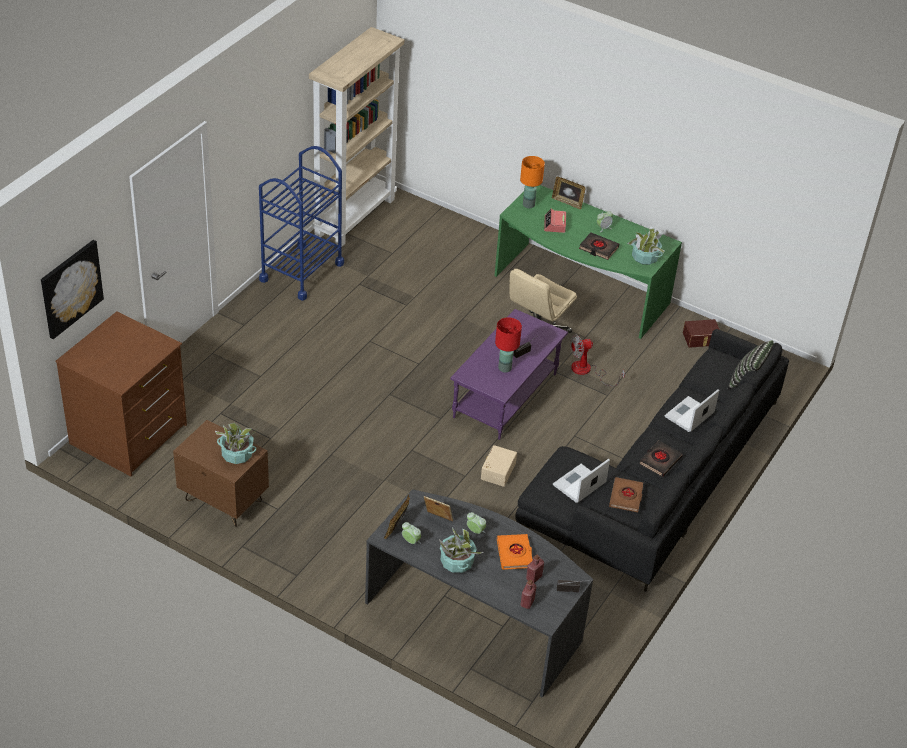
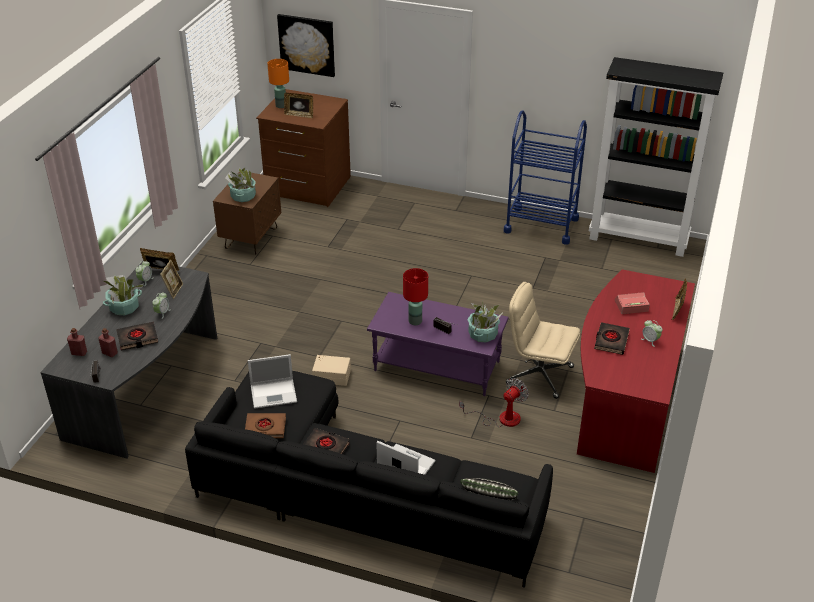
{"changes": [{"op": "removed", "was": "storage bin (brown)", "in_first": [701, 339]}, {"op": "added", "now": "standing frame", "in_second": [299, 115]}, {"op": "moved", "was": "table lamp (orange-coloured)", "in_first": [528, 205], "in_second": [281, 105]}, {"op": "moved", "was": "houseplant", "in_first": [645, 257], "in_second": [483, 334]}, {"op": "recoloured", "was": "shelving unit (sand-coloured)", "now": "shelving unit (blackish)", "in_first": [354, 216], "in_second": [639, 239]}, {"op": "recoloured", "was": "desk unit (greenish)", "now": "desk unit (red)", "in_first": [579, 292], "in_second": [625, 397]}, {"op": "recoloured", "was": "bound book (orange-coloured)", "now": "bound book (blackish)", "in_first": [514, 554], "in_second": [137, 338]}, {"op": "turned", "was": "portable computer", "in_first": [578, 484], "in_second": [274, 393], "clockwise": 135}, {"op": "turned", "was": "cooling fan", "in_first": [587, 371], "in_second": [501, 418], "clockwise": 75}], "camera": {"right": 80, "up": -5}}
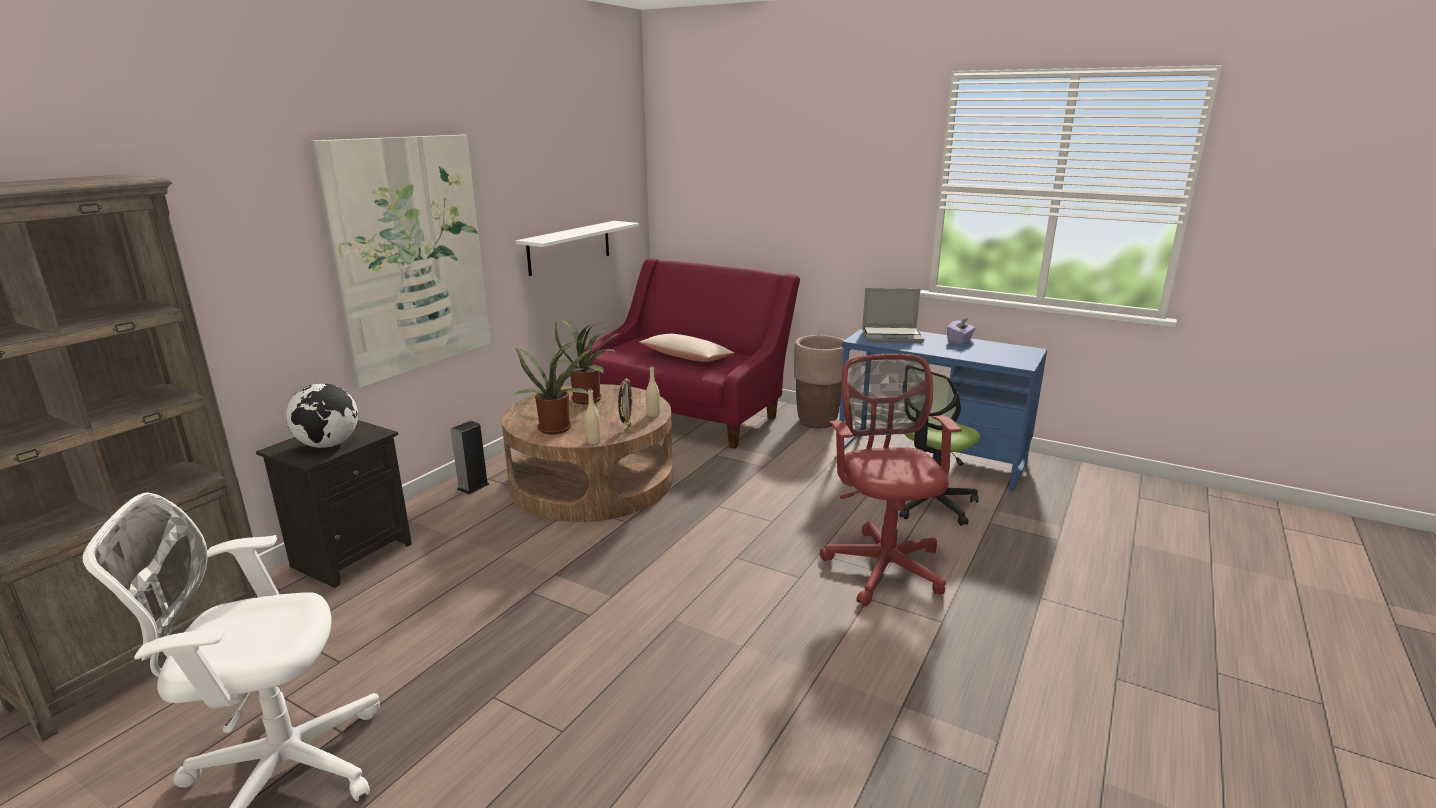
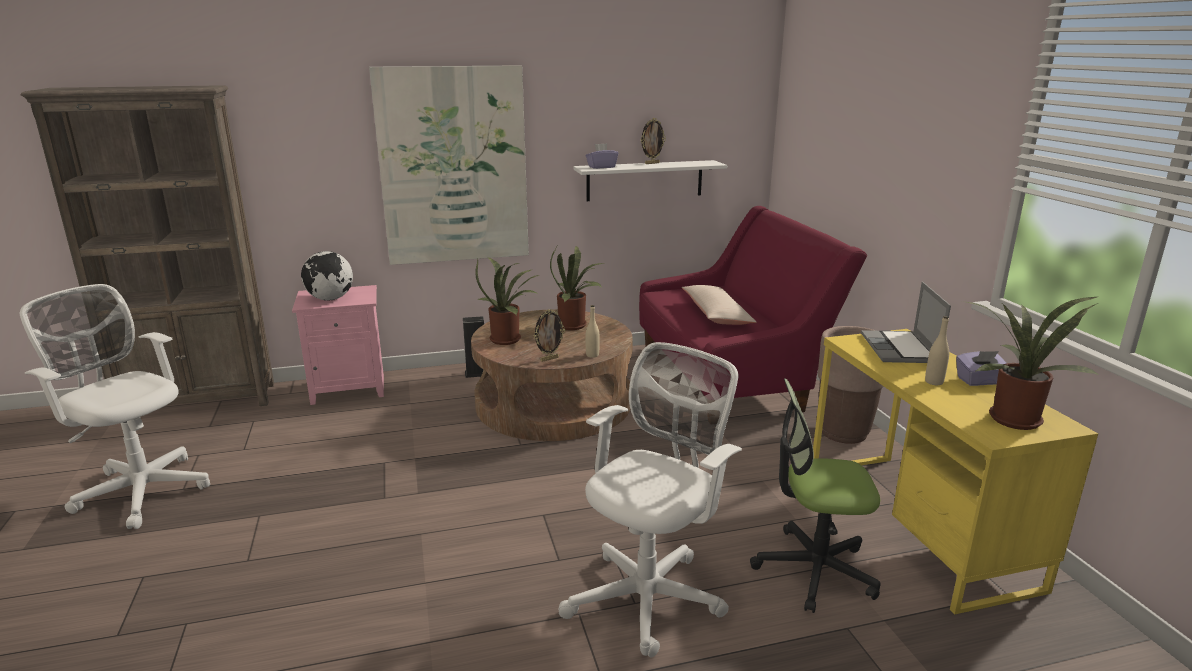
{"changes": [{"op": "added", "now": "tissue holder (purplish)", "in_second": [601, 167]}, {"op": "added", "now": "standing frame", "in_second": [652, 163]}, {"op": "added", "now": "houseplant", "in_second": [1014, 417]}, {"op": "moved", "was": "drink bottle (sand-coloured)", "in_first": [593, 441], "in_second": [934, 382]}, {"op": "recoloured", "was": "night table (blackish)", "now": "night table (pinkish)", "in_first": [352, 554], "in_second": [349, 388]}, {"op": "recoloured", "was": "desk chair (red)", "now": "desk chair (white-coloured)", "in_first": [883, 564], "in_second": [650, 595]}, {"op": "recoloured", "was": "desk unit (blue-coloured)", "now": "desk unit (yellowish)", "in_first": [931, 456], "in_second": [915, 524]}, {"op": "turned", "was": "portable computer", "in_first": [892, 336], "in_second": [901, 349], "clockwise": 45}], "camera": {"right": 45, "up": 0}}
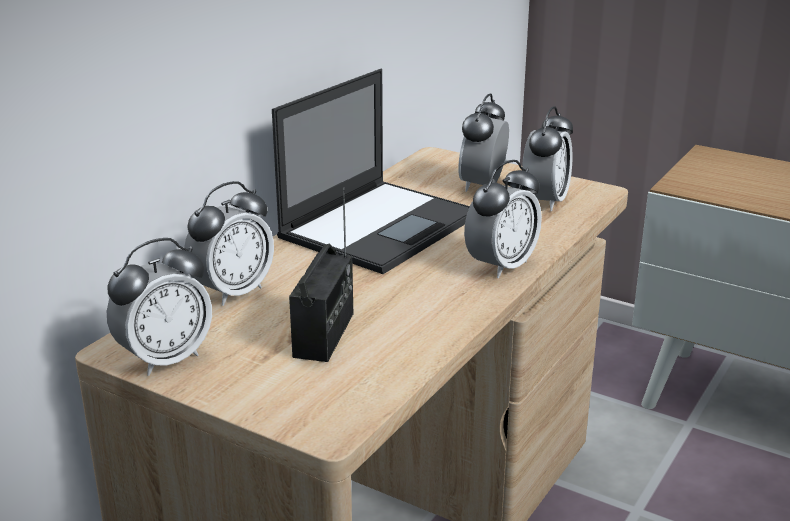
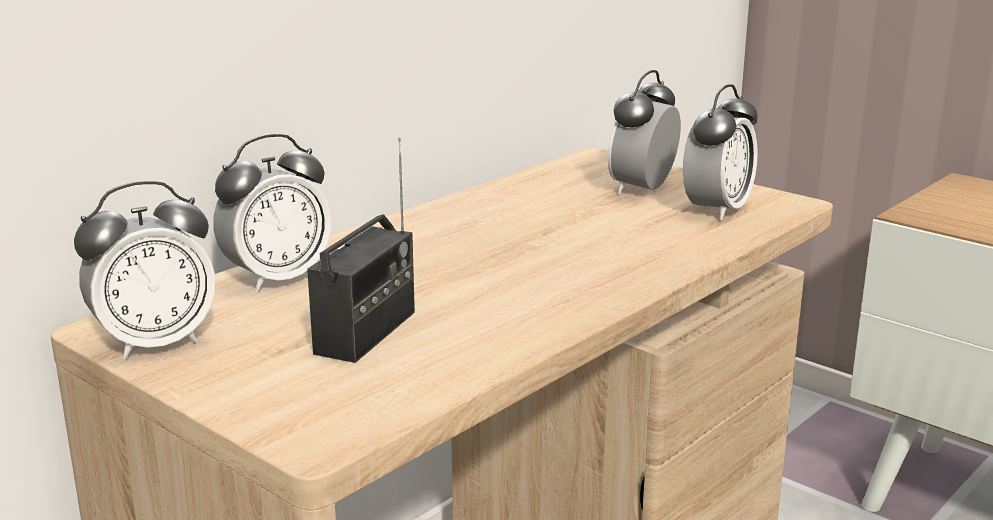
{"changes": [{"op": "removed", "was": "portable computer", "in_first": [381, 225]}, {"op": "removed", "was": "bedside clock", "in_first": [501, 266]}], "camera": {"right": 10, "up": -5}}
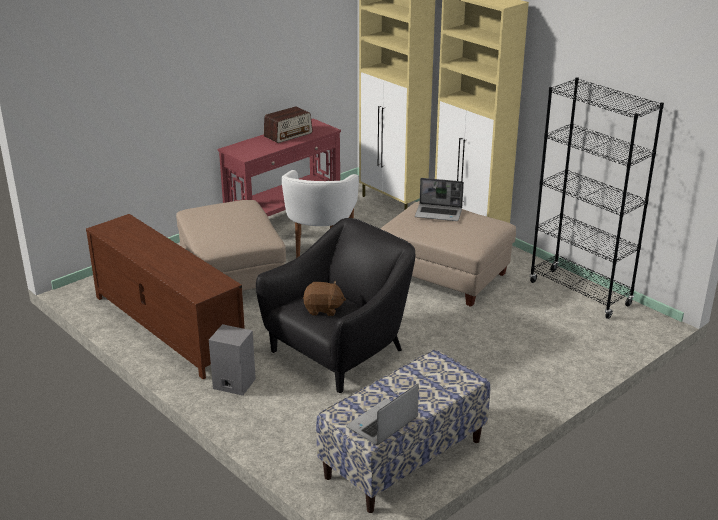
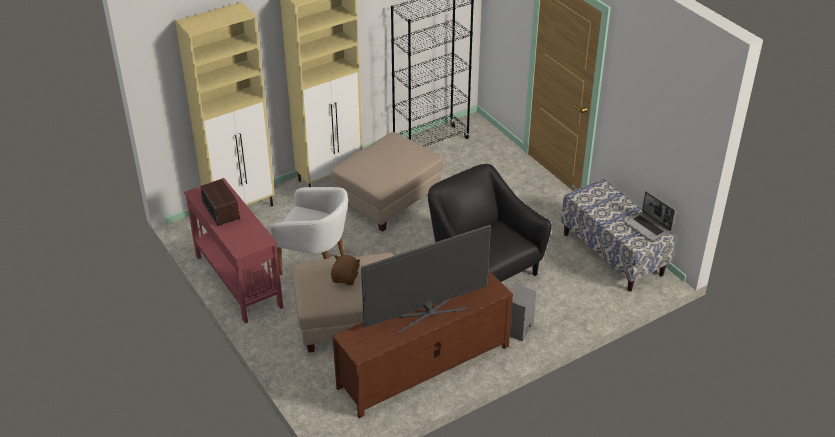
{"changes": [{"op": "removed", "was": "portable computer", "in_first": [439, 213]}, {"op": "added", "now": "television", "in_second": [427, 312]}, {"op": "moved", "was": "plush toy (brown)", "in_first": [323, 309], "in_second": [345, 278]}], "camera": {"right": -80, "up": 10}}
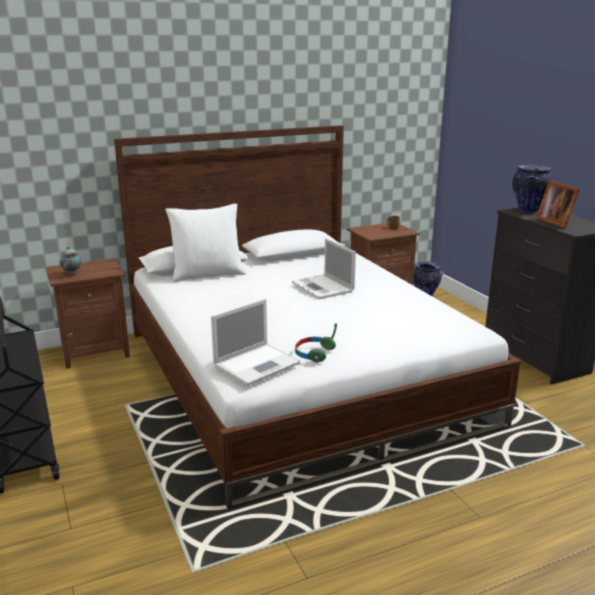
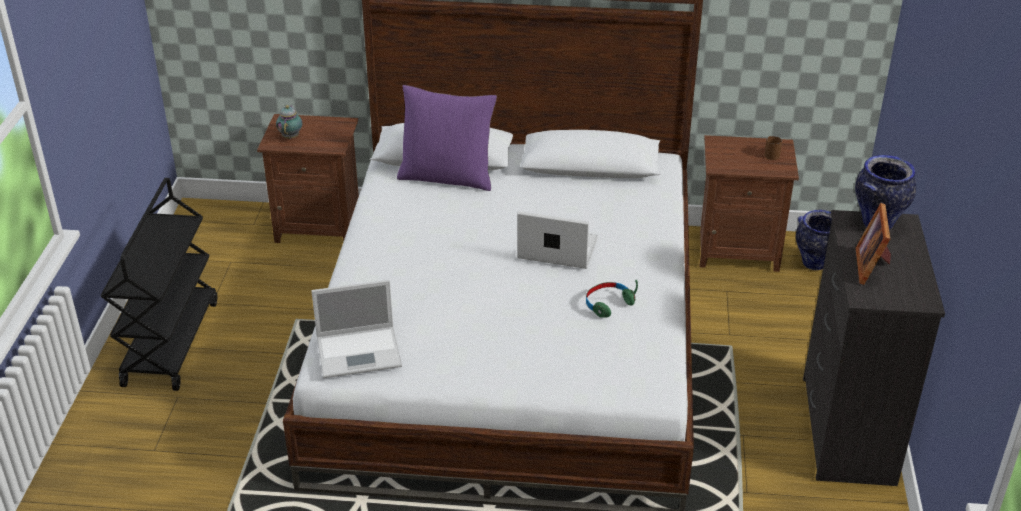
{"changes": [{"op": "moved", "was": "headset (greenish)", "in_first": [314, 353], "in_second": [608, 304]}, {"op": "recoloured", "was": "cushion (white-coloured)", "now": "cushion (purplish)", "in_first": [207, 274], "in_second": [447, 176]}, {"op": "turned", "was": "portable computer", "in_first": [323, 287], "in_second": [556, 249], "clockwise": 105}], "camera": {"right": 30, "up": 15}}
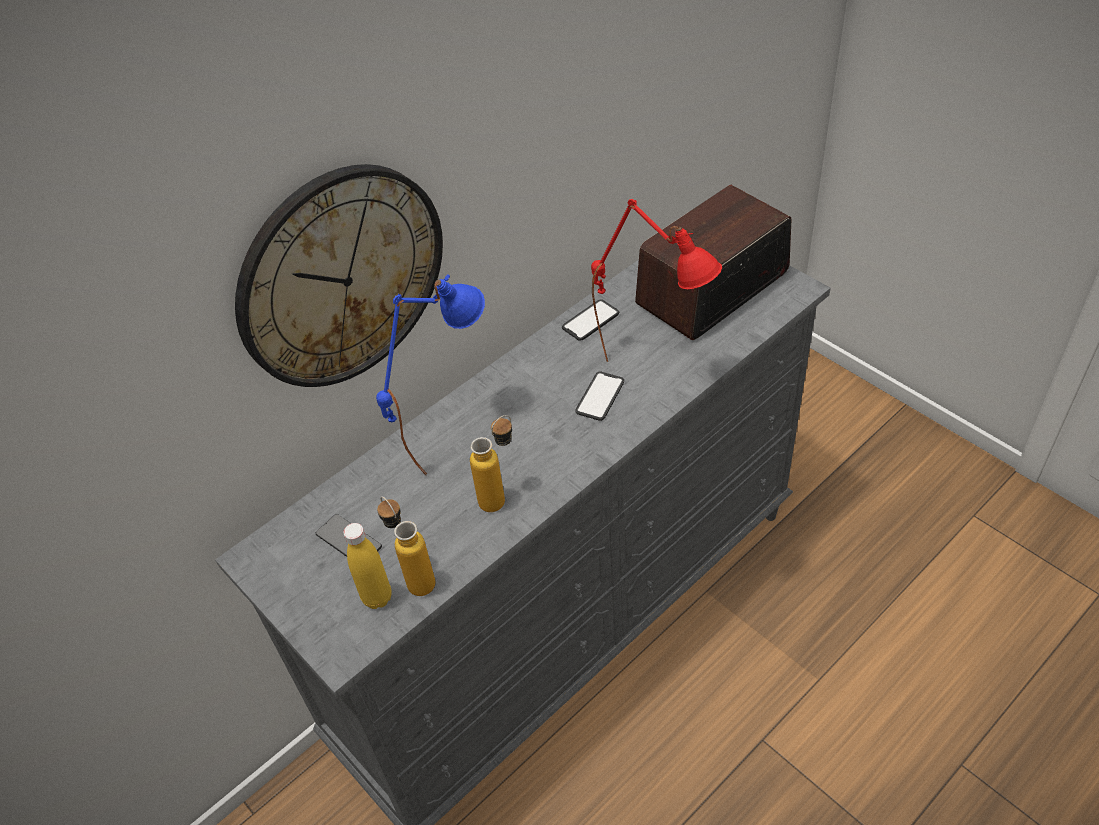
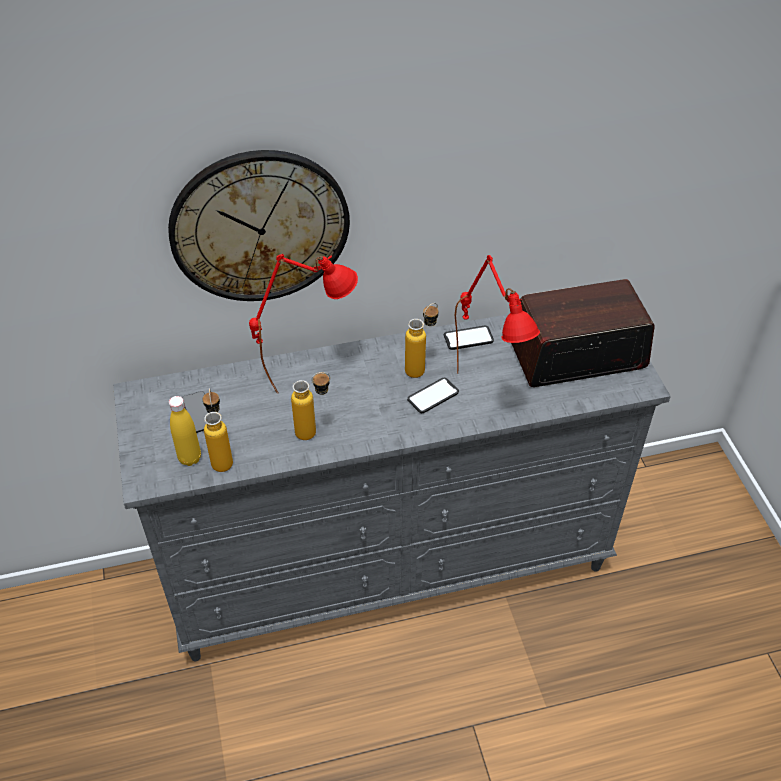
{"changes": [{"op": "added", "now": "drink bottle", "in_second": [421, 367]}, {"op": "recoloured", "was": "table lamp (blue-coloured)", "now": "table lamp (red)", "in_first": [448, 438], "in_second": [309, 375]}], "camera": {"right": 25, "up": 0}}
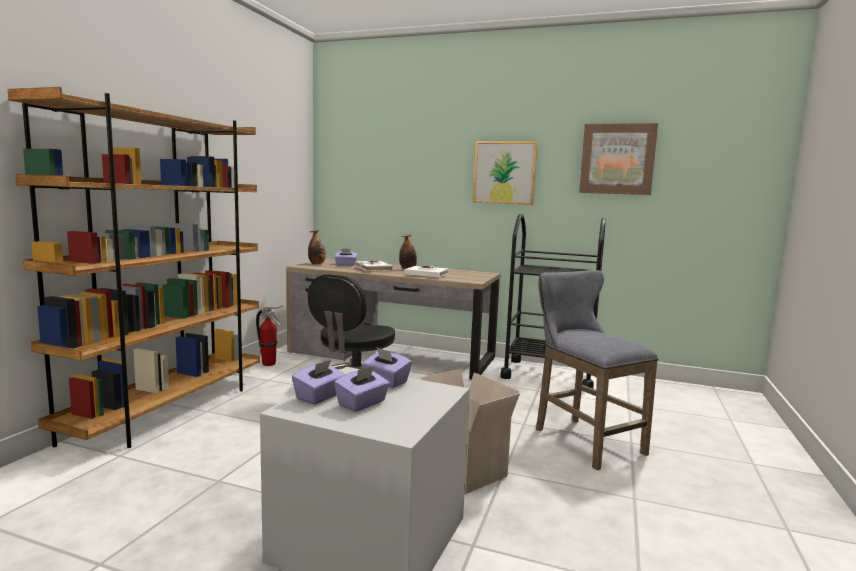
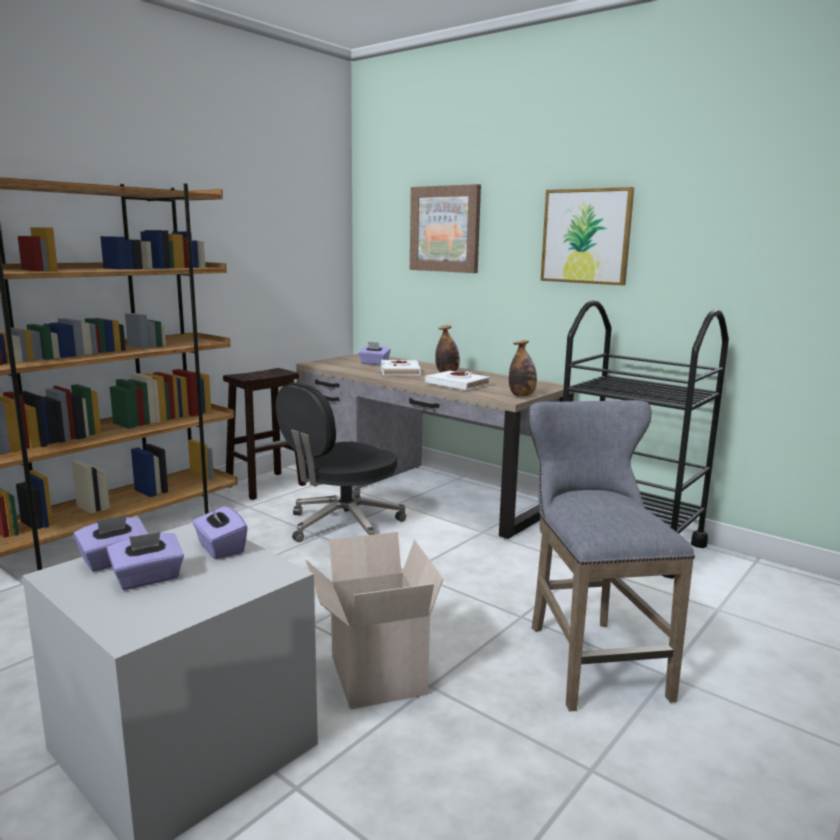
{"changes": [{"op": "moved", "was": "drink bottle", "in_first": [317, 264], "in_second": [522, 395]}, {"op": "moved", "was": "wall picture", "in_first": [617, 159], "in_second": [445, 229]}, {"op": "replaced", "was": "extinguisher", "now": "stool seat (brown)", "in_first": [269, 364], "in_second": [266, 485]}], "camera": {"right": 20, "up": 5}}
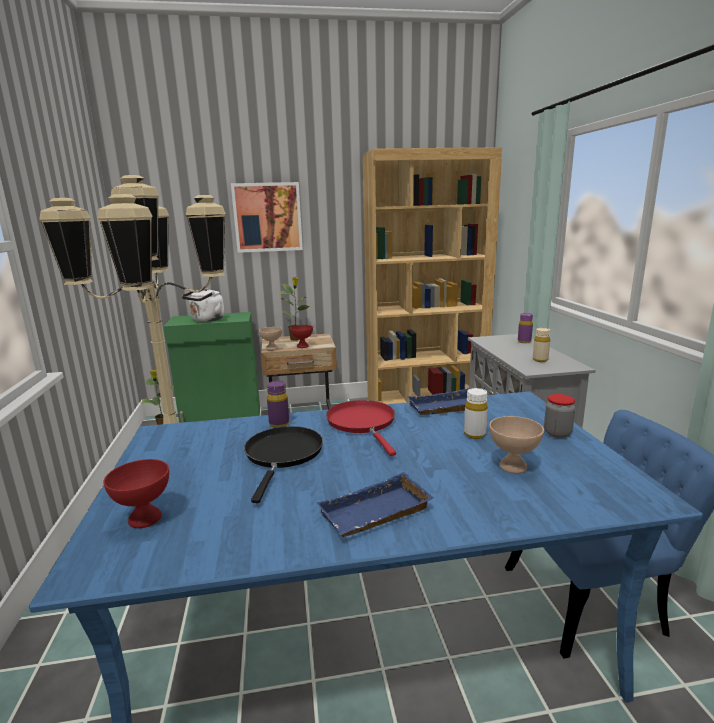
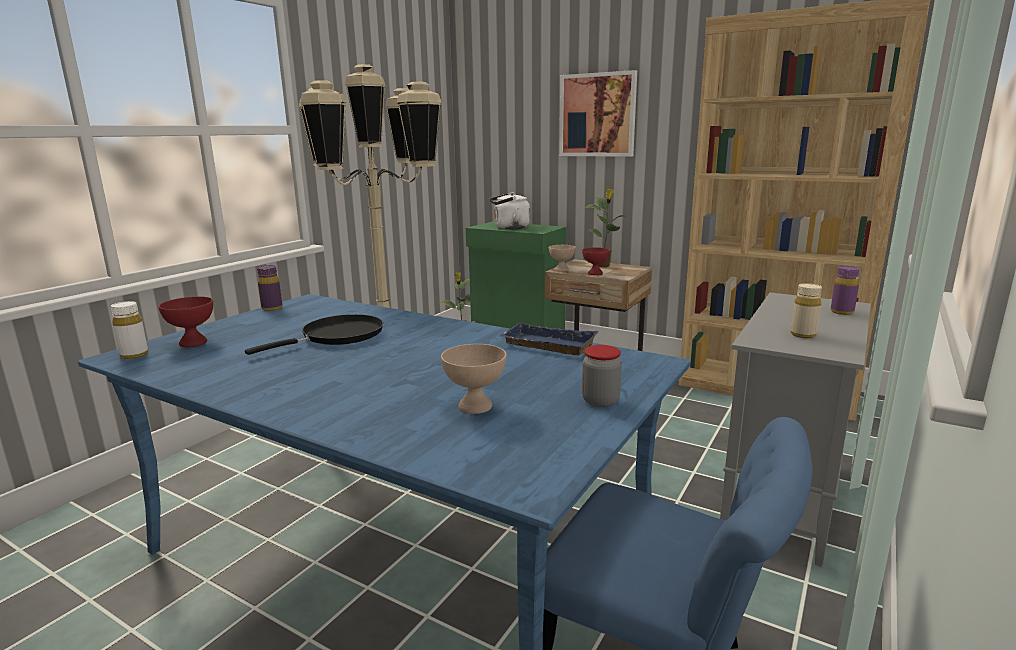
{"changes": [{"op": "removed", "was": "tray (blue-coloured)", "in_first": [375, 514]}, {"op": "removed", "was": "skillet (red)", "in_first": [363, 423]}, {"op": "moved", "was": "drink bottle (purplish)", "in_first": [279, 424], "in_second": [272, 308]}, {"op": "moved", "was": "drink bottle (white-coloured)", "in_first": [474, 434], "in_second": [134, 355]}], "camera": {"right": 40, "up": 0}}
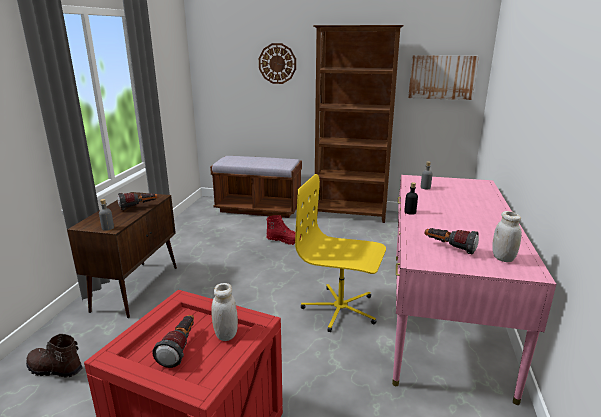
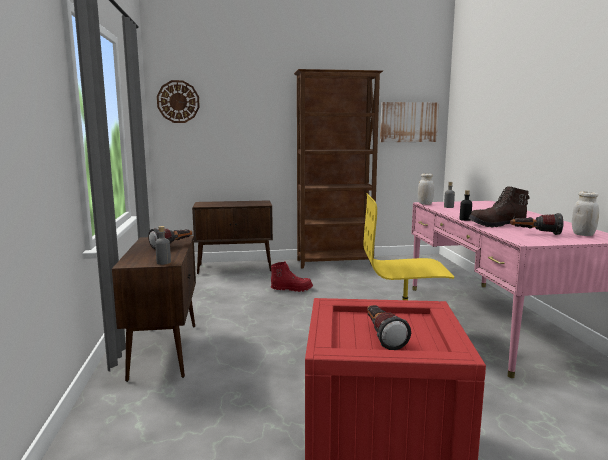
{"changes": [{"op": "moved", "was": "boot (brown)", "in_first": [54, 369], "in_second": [497, 225]}, {"op": "moved", "was": "jar (white-coloured)", "in_first": [226, 334], "in_second": [425, 204]}, {"op": "moved", "was": "hanging clock", "in_first": [277, 63], "in_second": [178, 101]}, {"op": "replaced", "was": "long seat (brown)", "now": "storage cabinet (brown)", "in_first": [258, 208], "in_second": [235, 268]}], "camera": {"right": -20, "up": -10}}
